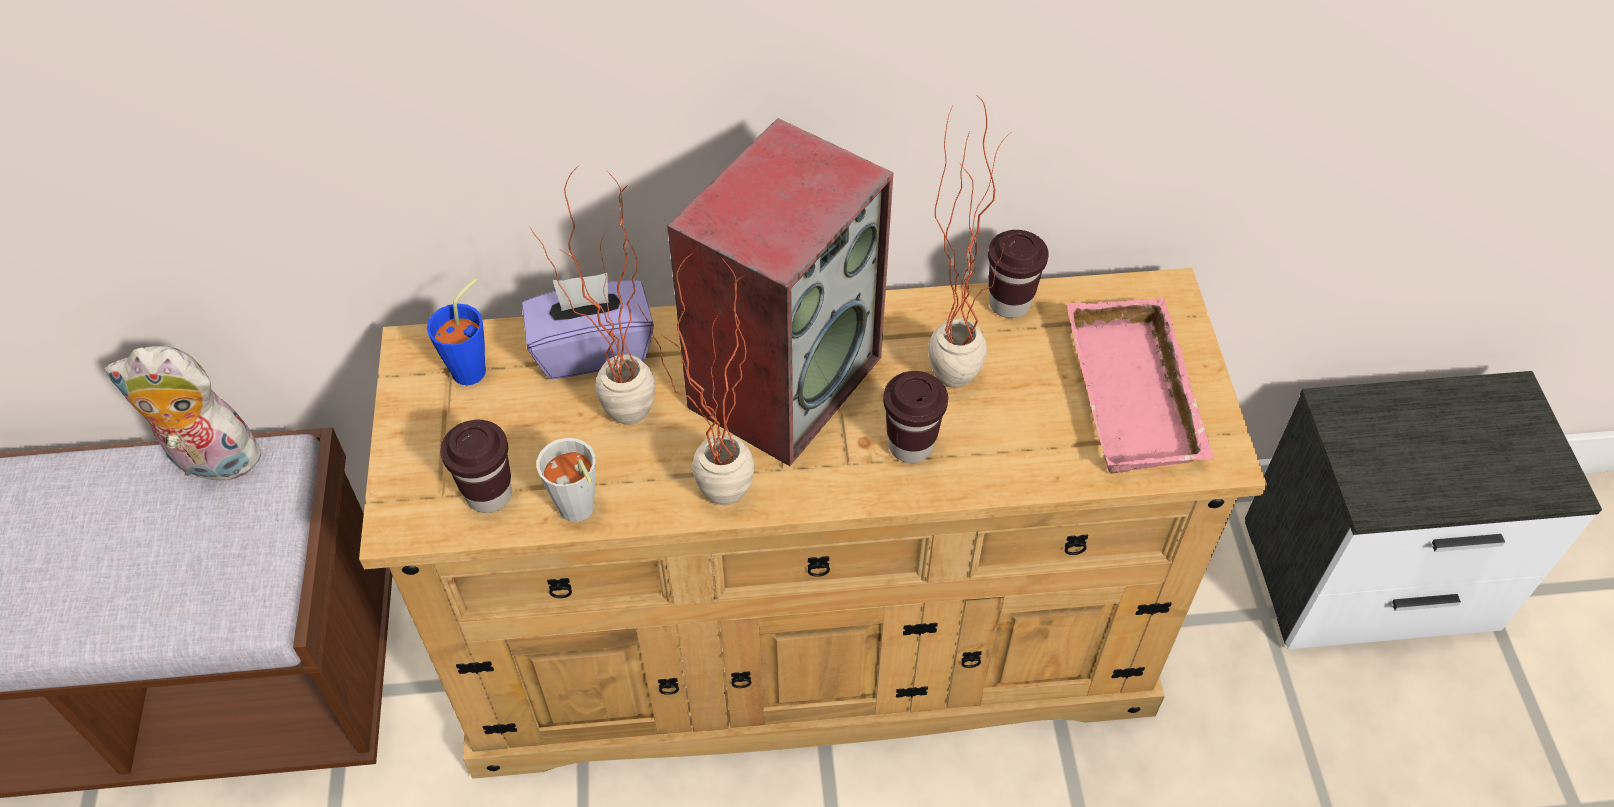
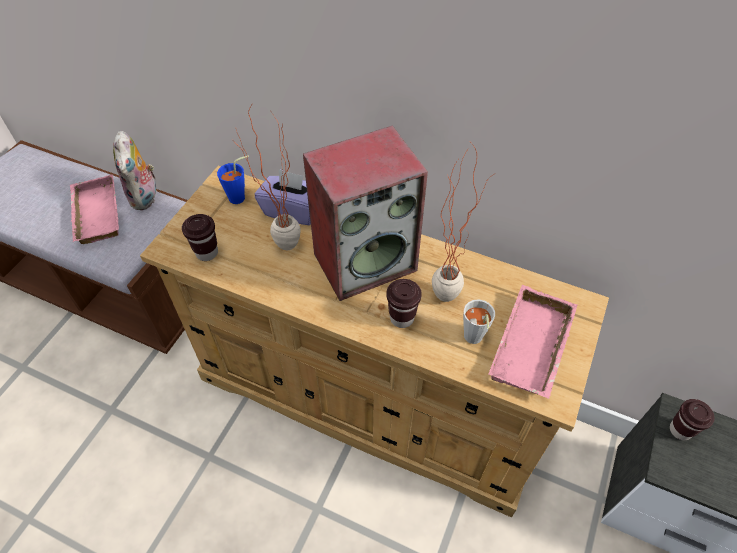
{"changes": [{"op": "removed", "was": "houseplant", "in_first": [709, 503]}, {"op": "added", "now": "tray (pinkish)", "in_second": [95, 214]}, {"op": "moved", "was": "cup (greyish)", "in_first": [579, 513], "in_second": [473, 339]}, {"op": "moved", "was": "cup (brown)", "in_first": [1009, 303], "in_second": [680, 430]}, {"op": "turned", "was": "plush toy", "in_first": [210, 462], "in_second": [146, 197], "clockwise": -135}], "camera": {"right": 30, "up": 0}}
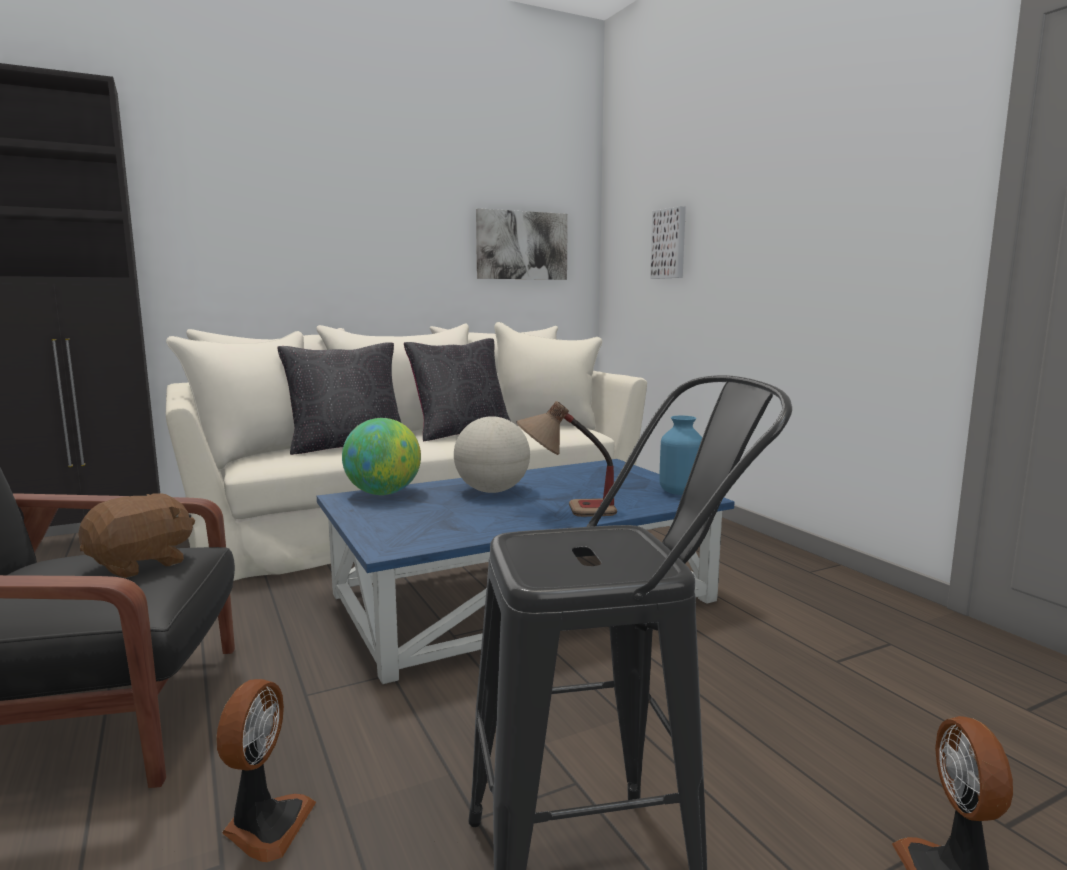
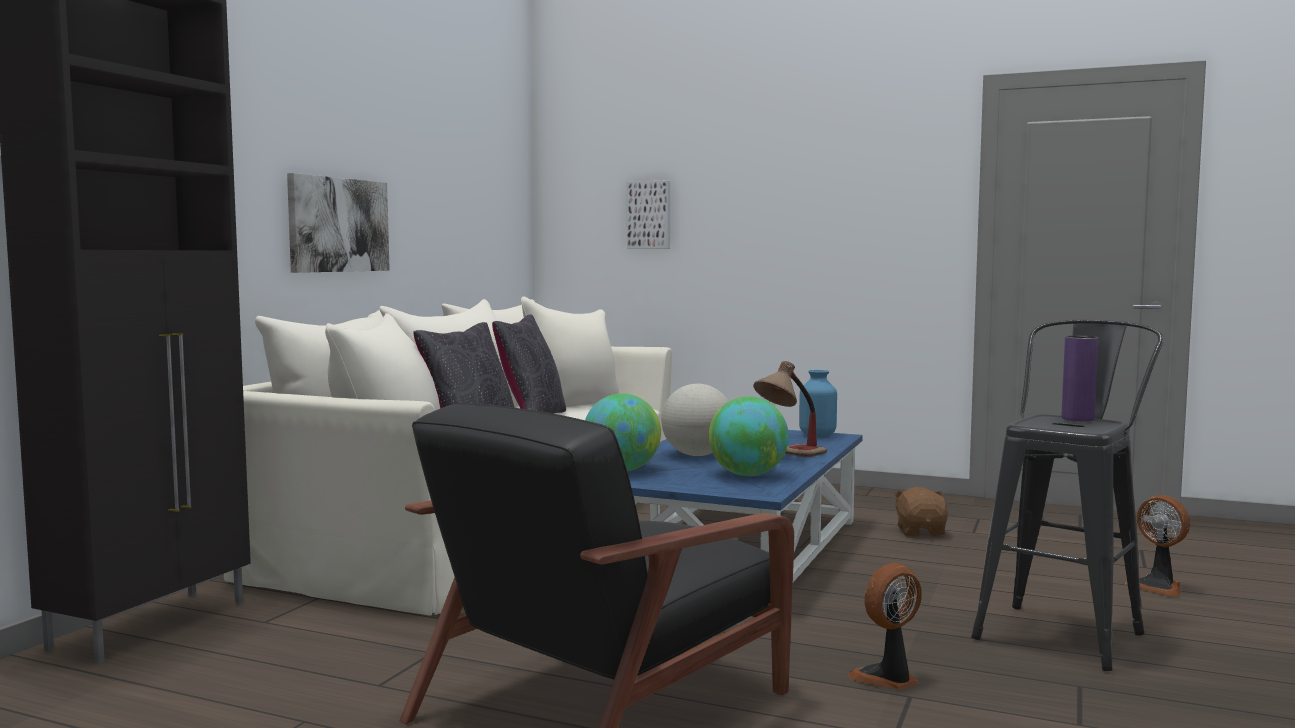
{"changes": [{"op": "added", "now": "globe", "in_second": [747, 475]}, {"op": "added", "now": "decorative vase (purplish)", "in_second": [1077, 419]}, {"op": "moved", "was": "plush toy (brown)", "in_first": [141, 564], "in_second": [921, 532]}, {"op": "moved", "was": "wall picture", "in_first": [521, 245], "in_second": [338, 225]}, {"op": "turned", "was": "cooling fan", "in_first": [265, 825], "in_second": [888, 679], "clockwise": -90}], "camera": {"right": -40, "up": -5}}
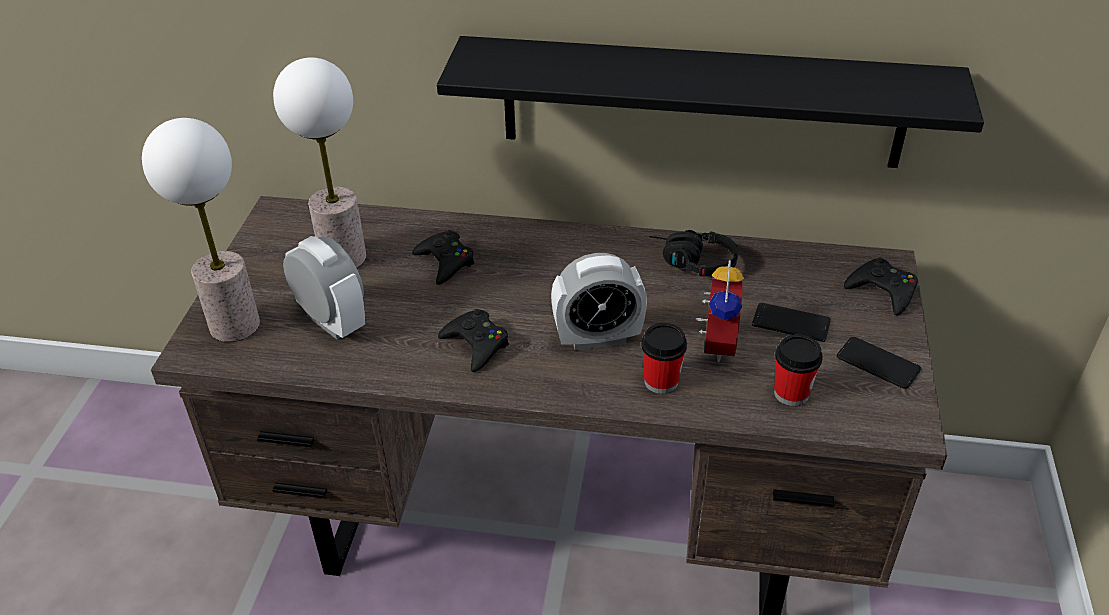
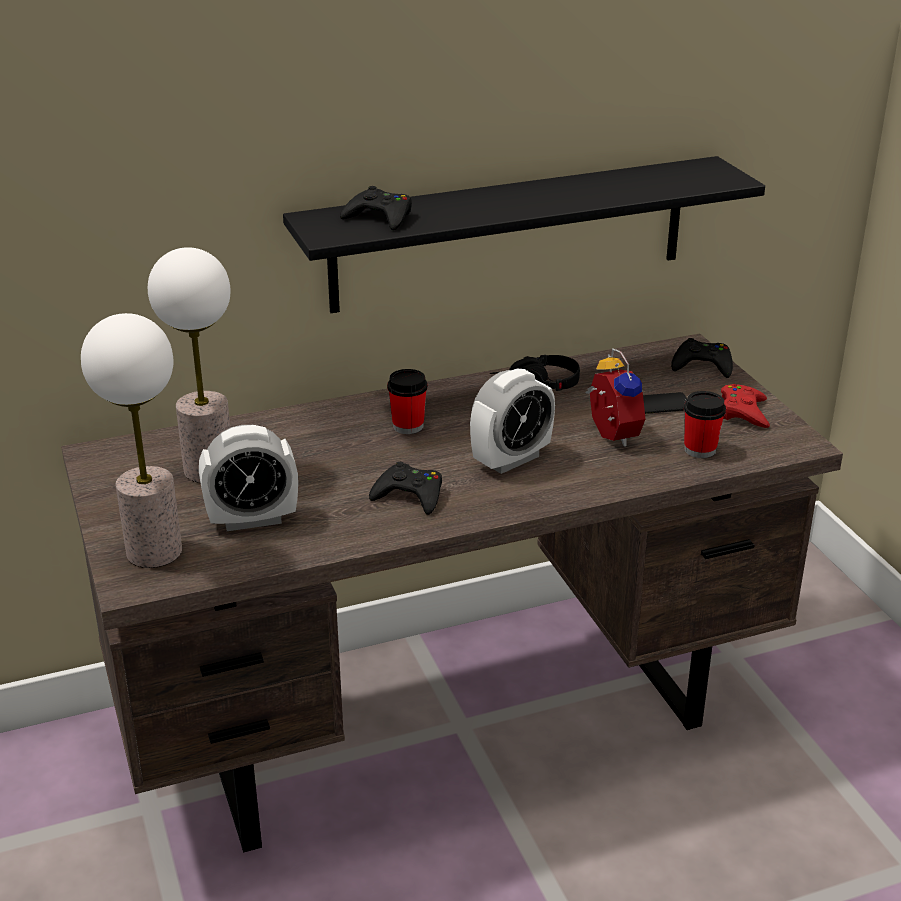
{"changes": [{"op": "moved", "was": "joypad (blackish)", "in_first": [445, 262], "in_second": [380, 217]}, {"op": "moved", "was": "cup", "in_first": [661, 381], "in_second": [408, 426]}, {"op": "replaced", "was": "phone", "now": "joypad (red)", "in_first": [878, 363], "in_second": [743, 412]}, {"op": "turned", "was": "bedside clock", "in_first": [331, 321], "in_second": [252, 519], "clockwise": 150}], "camera": {"right": -30, "up": -10}}
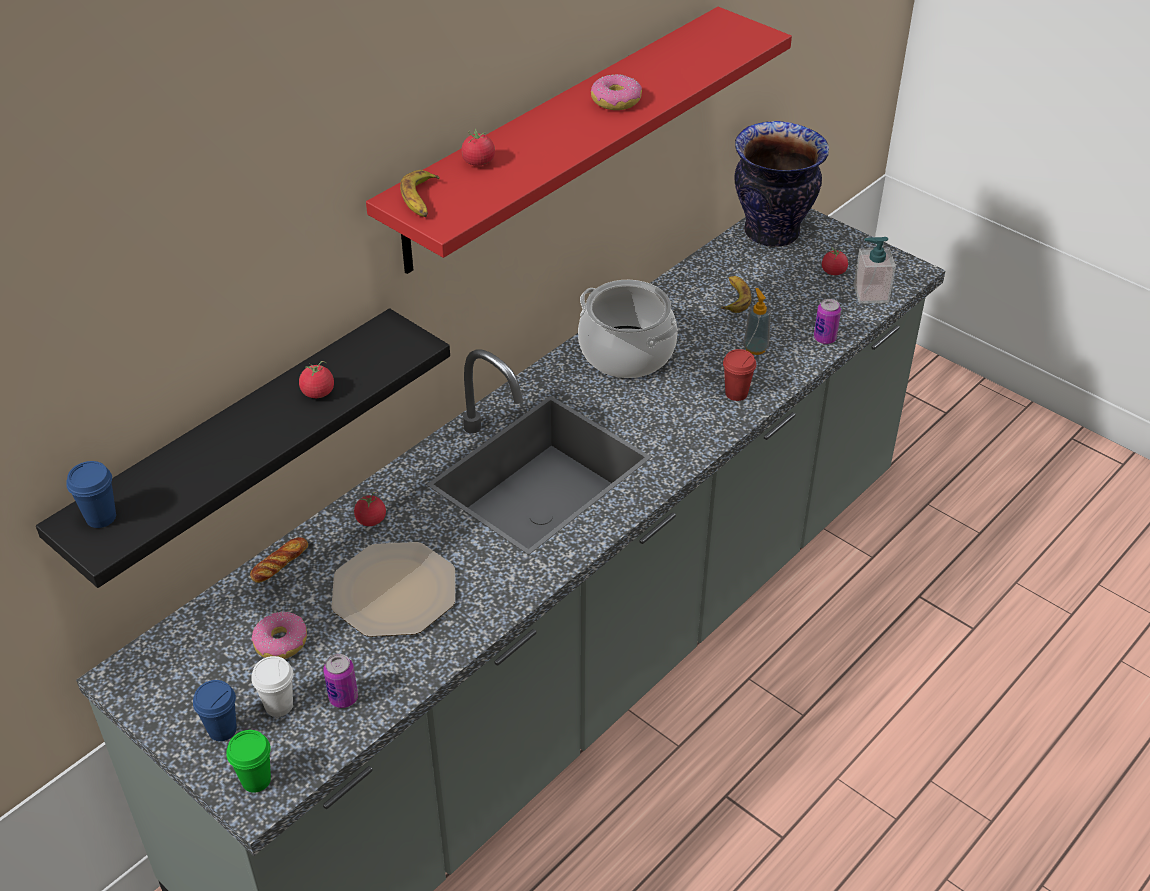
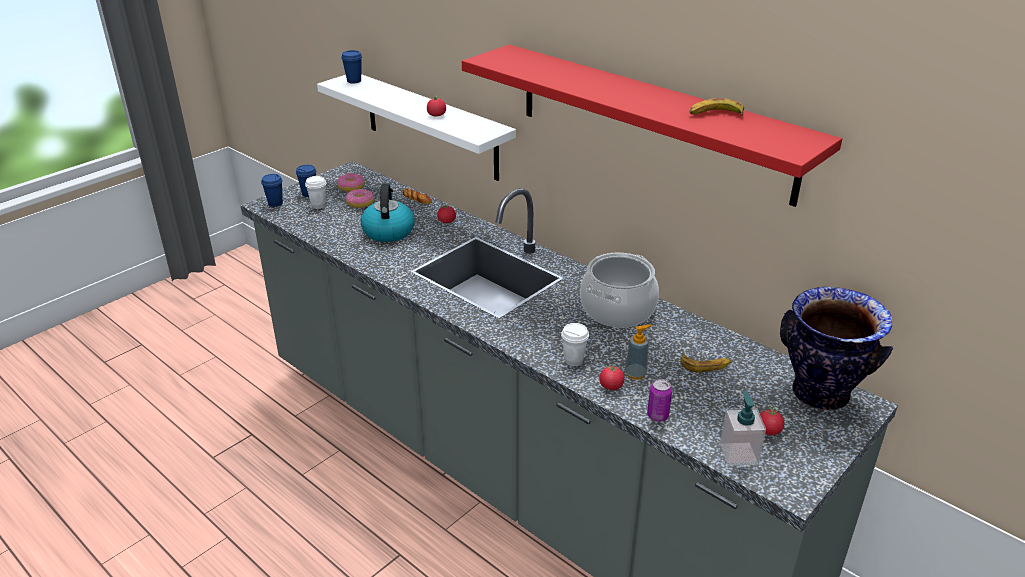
{"changes": [{"op": "removed", "was": "can", "in_first": [343, 698]}, {"op": "moved", "was": "banana", "in_first": [421, 200], "in_second": [715, 114]}, {"op": "moved", "was": "whole tomato", "in_first": [478, 162], "in_second": [611, 386]}, {"op": "moved", "was": "doughnut", "in_first": [615, 101], "in_second": [351, 187]}, {"op": "replaced", "was": "flat dish", "now": "kettle", "in_first": [395, 592], "in_second": [388, 231]}, {"op": "recoloured", "was": "shelf (blackish)", "now": "shelf (white-coloured)", "in_first": [235, 448], "in_second": [430, 126]}, {"op": "recoloured", "was": "cup (greenish)", "now": "cup (blue-coloured)", "in_first": [256, 780], "in_second": [275, 203]}, {"op": "recoloured", "was": "cup (red)", "now": "cup (white-coloured)", "in_first": [736, 393], "in_second": [573, 360]}], "camera": {"right": 90, "up": -10}}
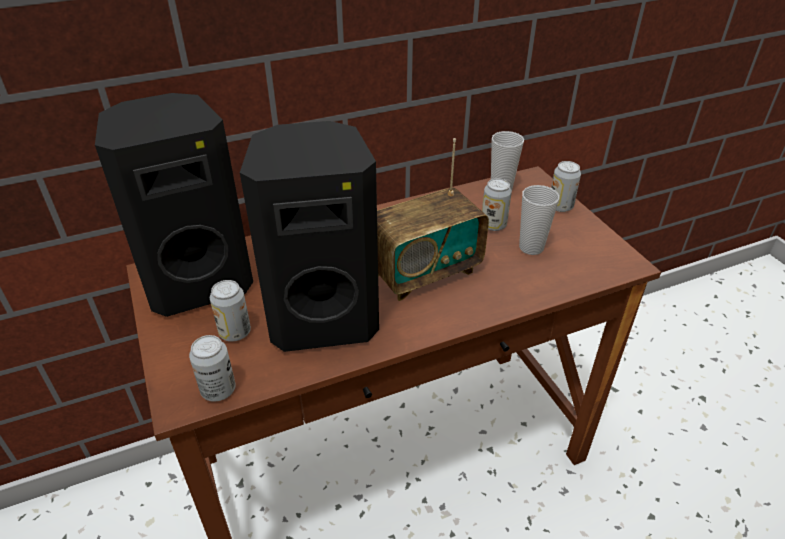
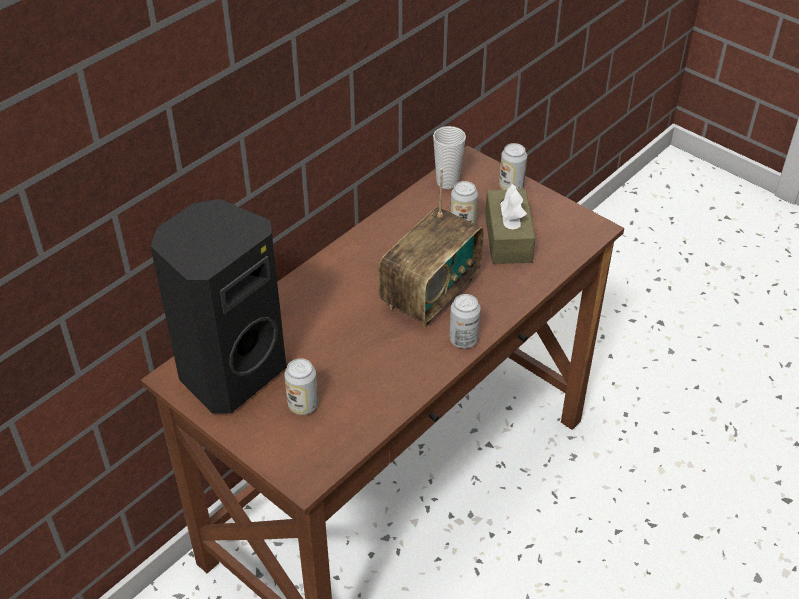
{"changes": [{"op": "removed", "was": "audio speaker (blackish)", "in_first": [323, 318]}, {"op": "moved", "was": "can", "in_first": [218, 390], "in_second": [463, 340]}, {"op": "replaced", "was": "cup", "now": "tissue holder (brown)", "in_first": [531, 247], "in_second": [508, 238]}], "camera": {"right": -25, "up": 5}}
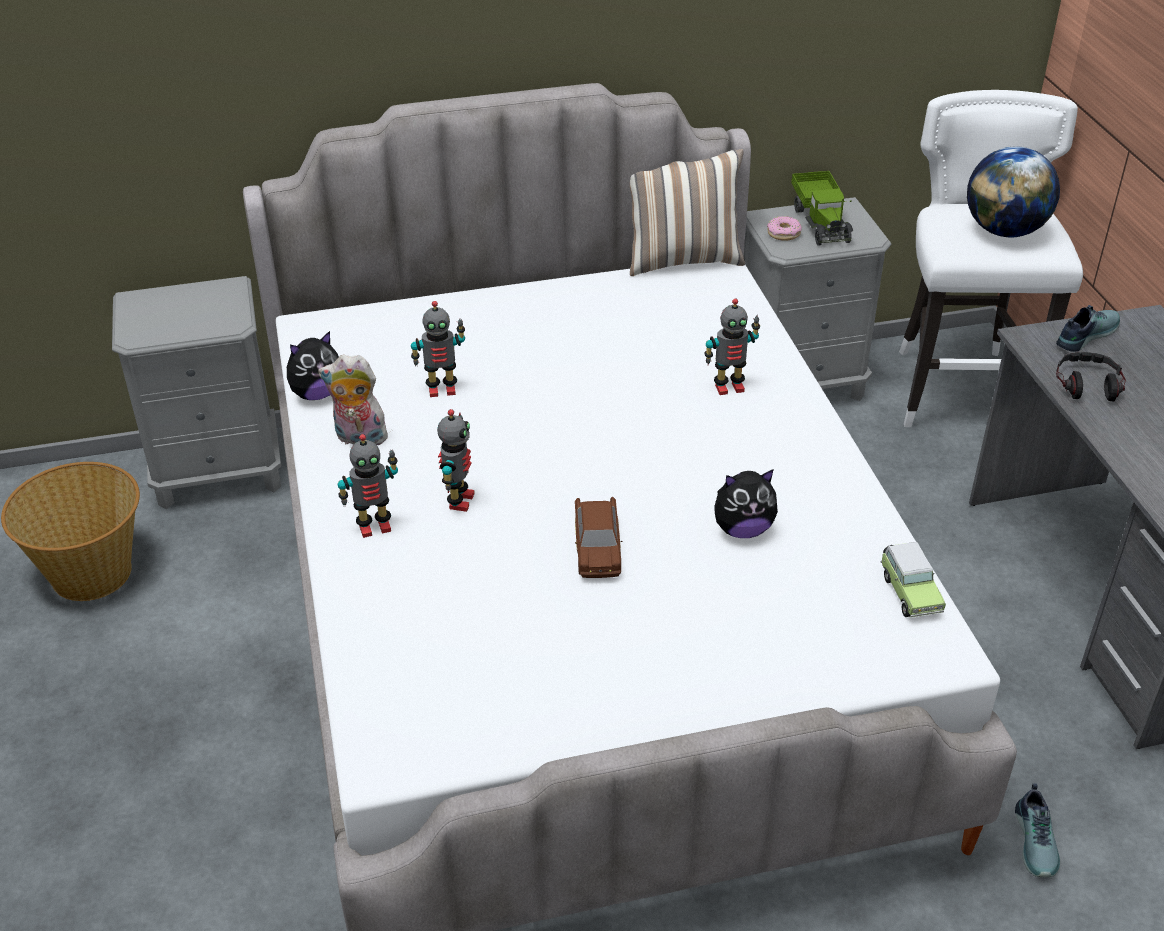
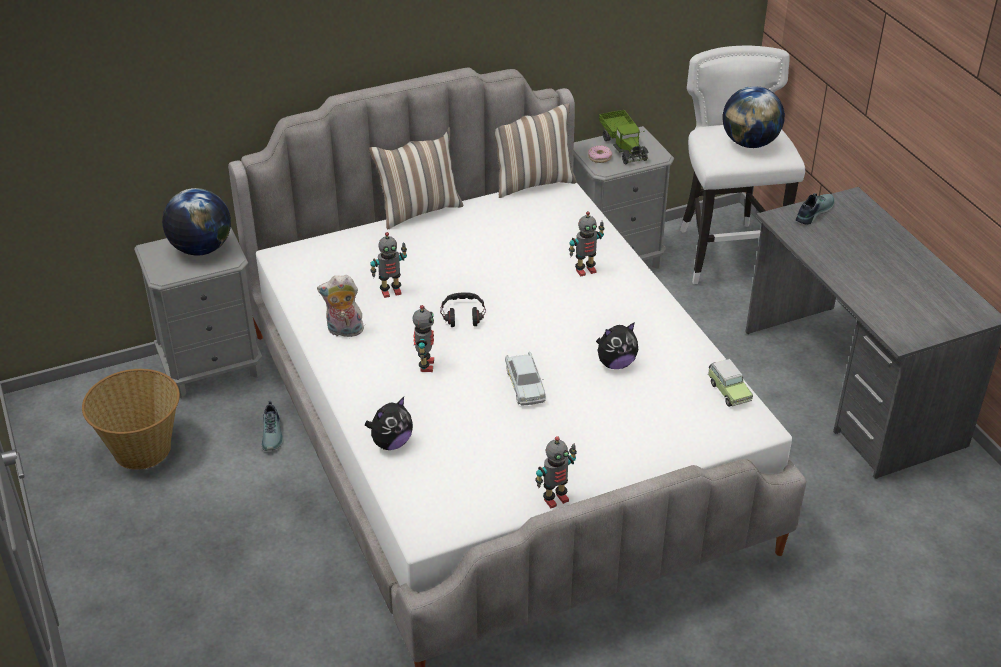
{"changes": [{"op": "added", "now": "globe", "in_second": [201, 249]}, {"op": "added", "now": "cushion", "in_second": [418, 210]}, {"op": "moved", "was": "plush toy", "in_first": [317, 394], "in_second": [391, 443]}, {"op": "moved", "was": "toy robot", "in_first": [374, 526], "in_second": [555, 499]}, {"op": "moved", "was": "low shoe", "in_first": [1037, 841], "in_second": [273, 434]}, {"op": "moved", "was": "headset", "in_first": [1087, 384], "in_second": [462, 315]}, {"op": "recoloured", "was": "model car (brown)", "now": "model car (white-coloured)", "in_first": [597, 547], "in_second": [525, 385]}], "camera": {"right": -10, "up": 0}}
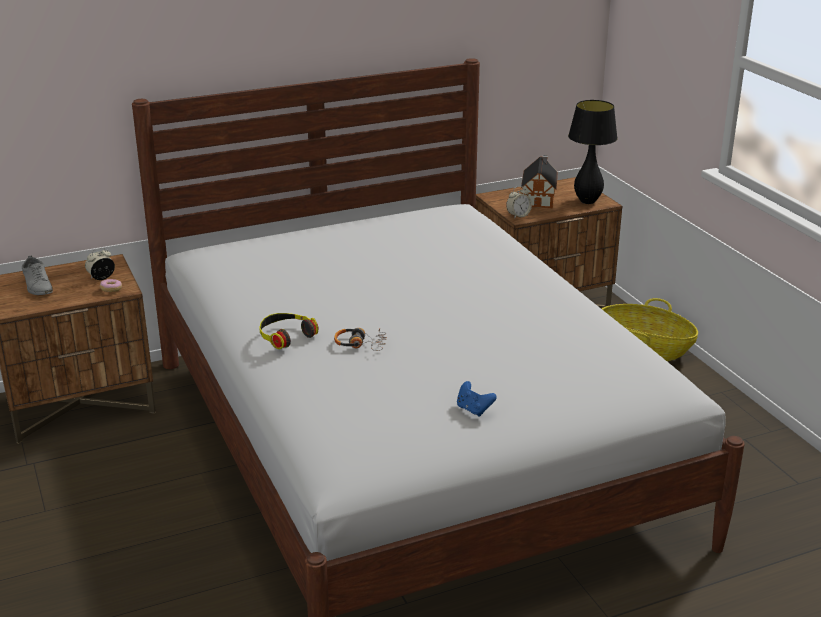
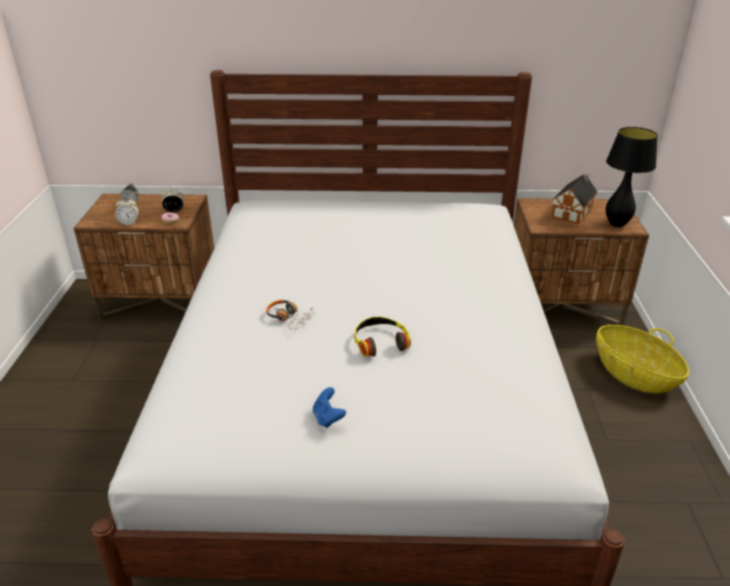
{"changes": [{"op": "moved", "was": "headset", "in_first": [286, 335], "in_second": [380, 342]}, {"op": "moved", "was": "bedside clock", "in_first": [518, 216], "in_second": [129, 223]}], "camera": {"right": 25, "up": 5}}
